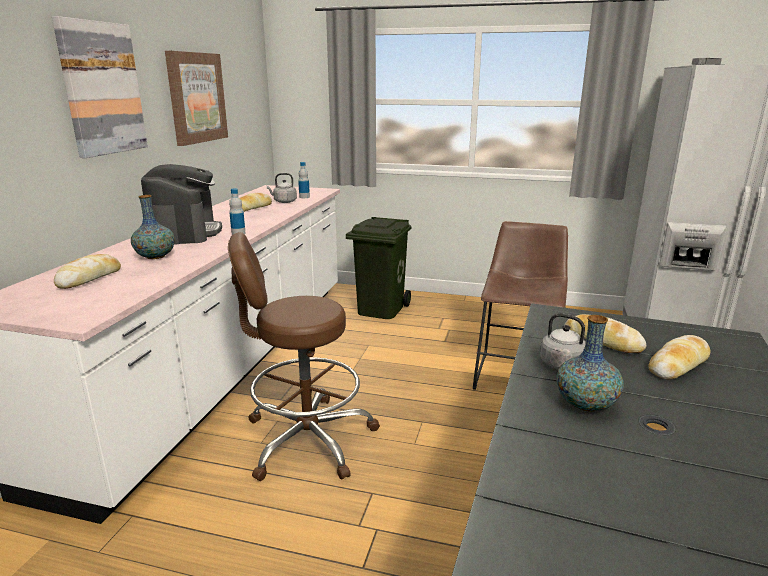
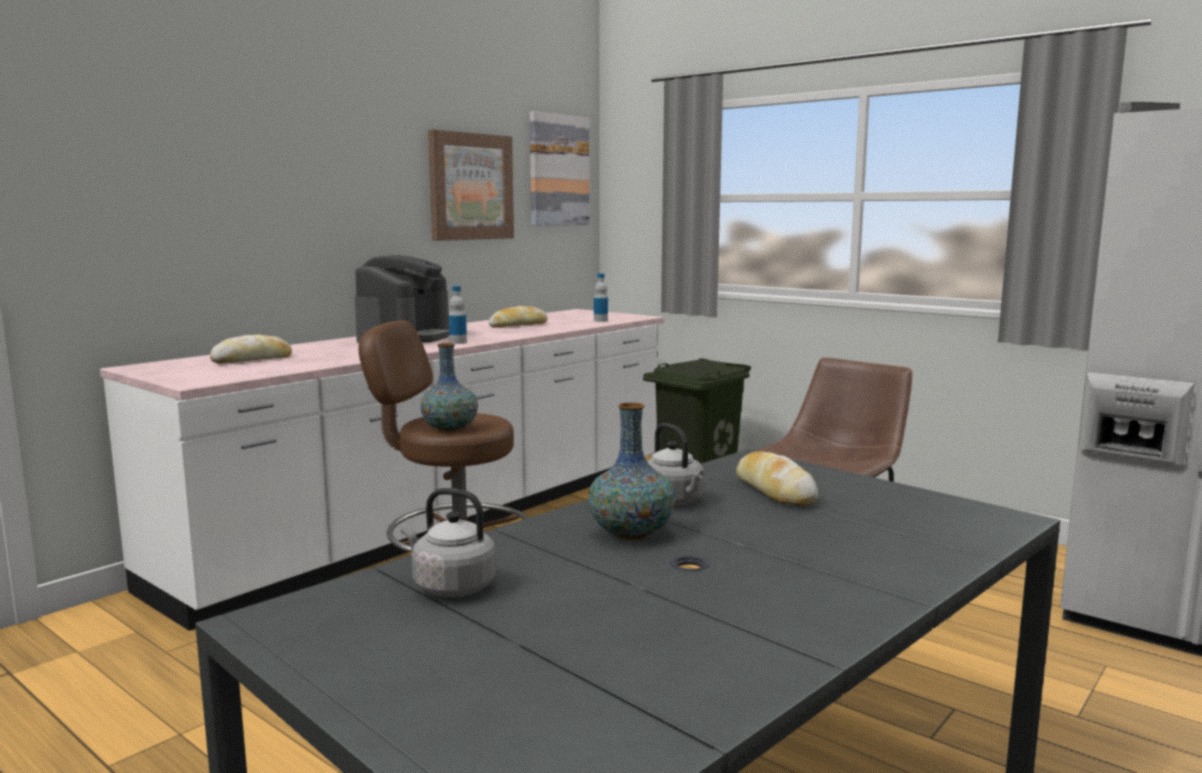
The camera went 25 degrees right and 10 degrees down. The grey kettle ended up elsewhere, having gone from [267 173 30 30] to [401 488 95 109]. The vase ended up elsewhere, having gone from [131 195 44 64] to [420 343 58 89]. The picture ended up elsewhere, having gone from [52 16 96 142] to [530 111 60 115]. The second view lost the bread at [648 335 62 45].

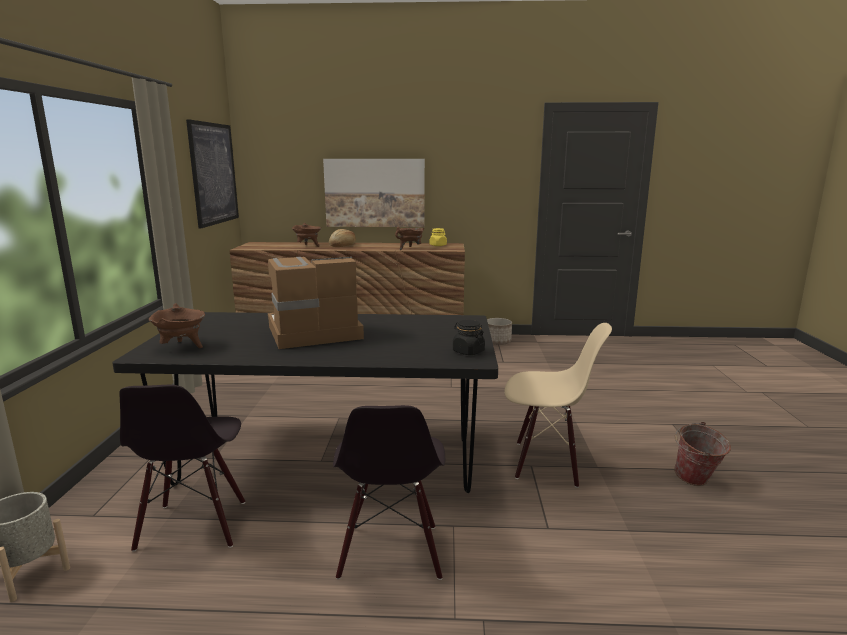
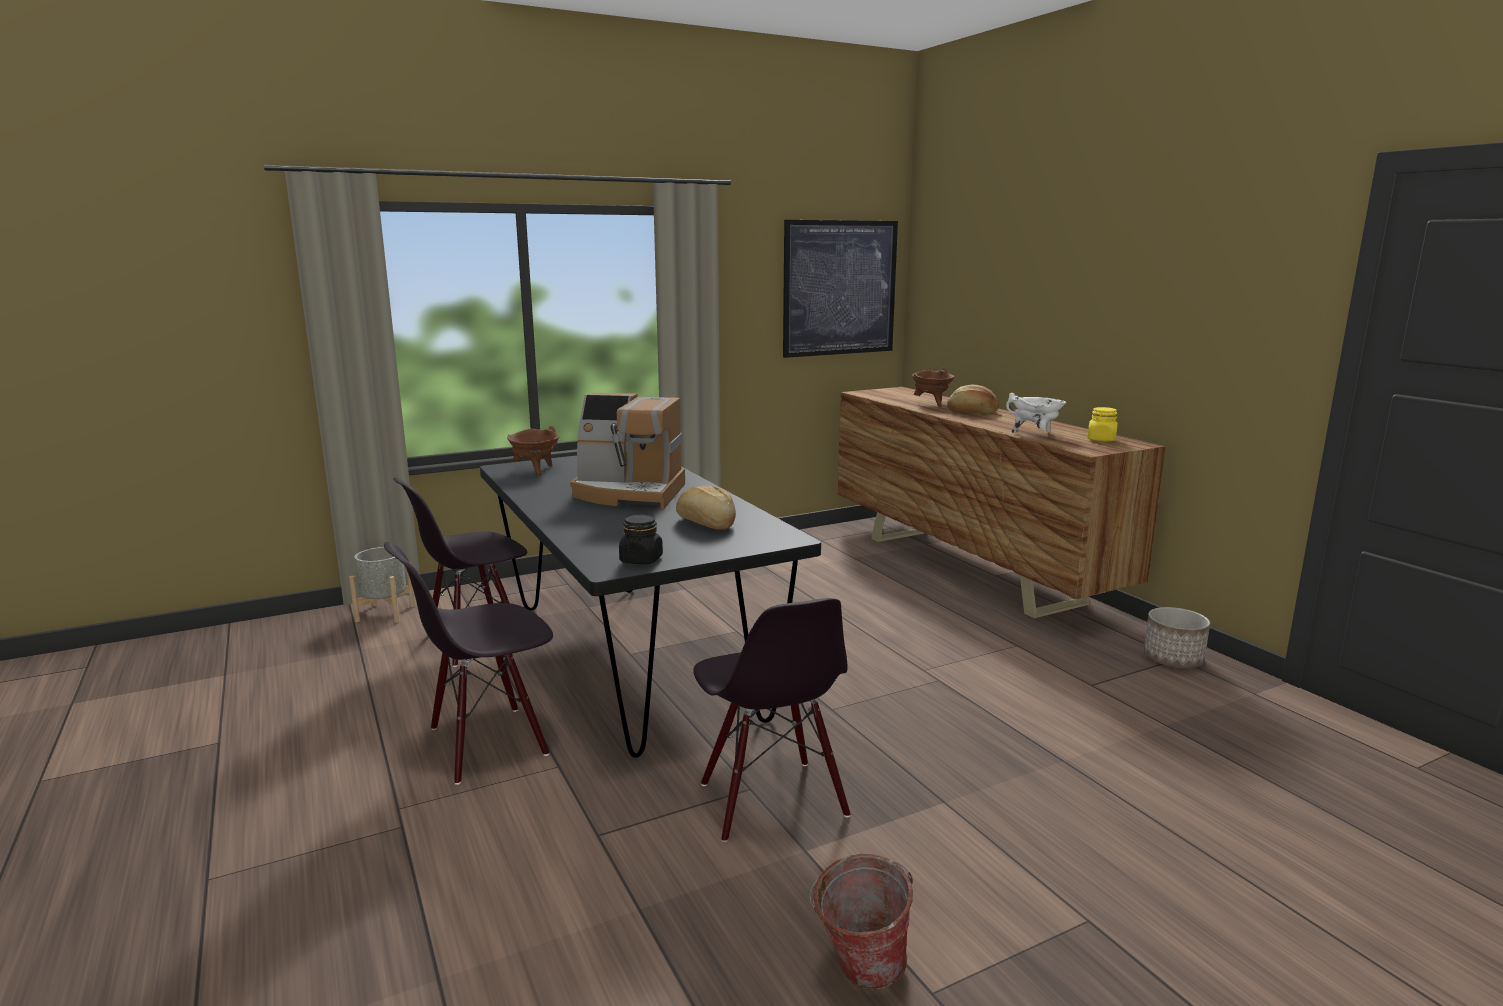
The camera went 60 degrees right and 0 degrees up. The coffee brewer at [268 257 96 92] ended up facing another way, 150 degrees clockwise from before. The second view gained the bread at [676 486 60 44]. What was the beige chair at [505 323 107 165] turned into the black chair at [693 598 158 244]. What was the brown cooking pot at [395 227 29 23] turned into the white cooking pot at [1006 393 61 40]. The second view lost the picture at [323 159 102 68].

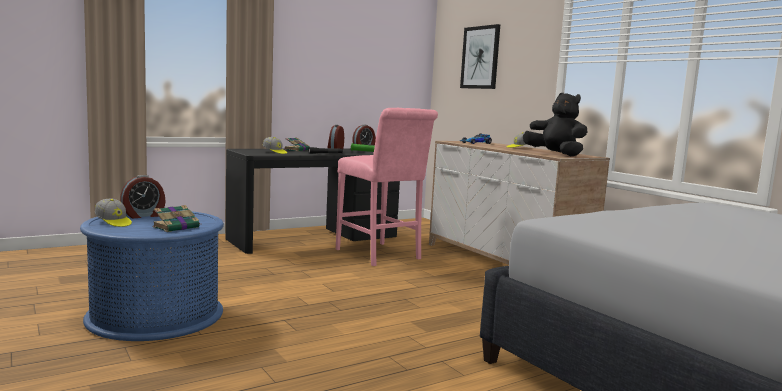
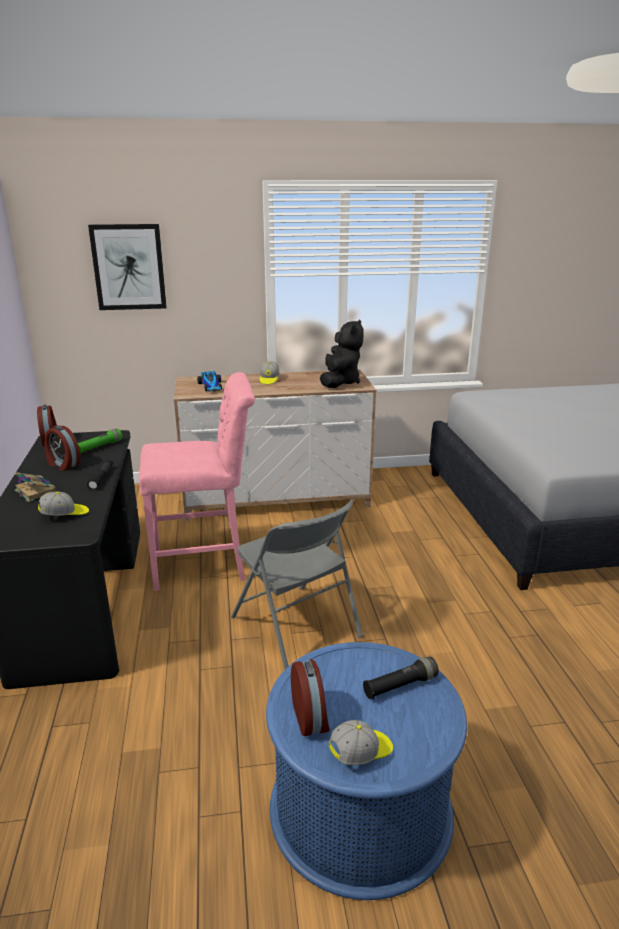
The camera went 65 degrees left and 15 degrees up. The second view gained the grey chair at [231 500 132 170]. The black plush toy at [523 93 65 63] ended up facing another way, 120 degrees clockwise from before. Where the book stood at [153 205 47 27], the black hand torch came to stand at [363 657 76 42].

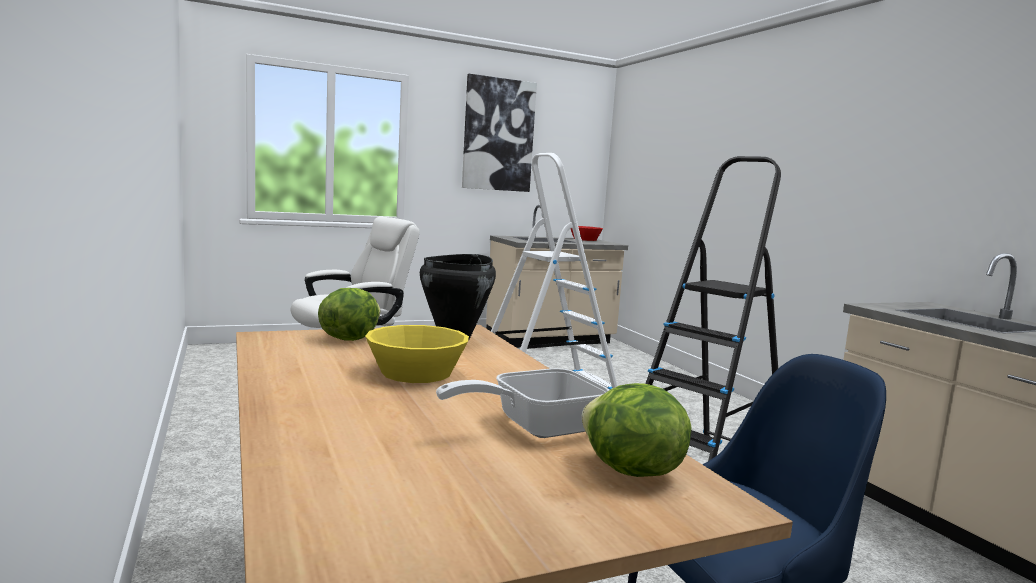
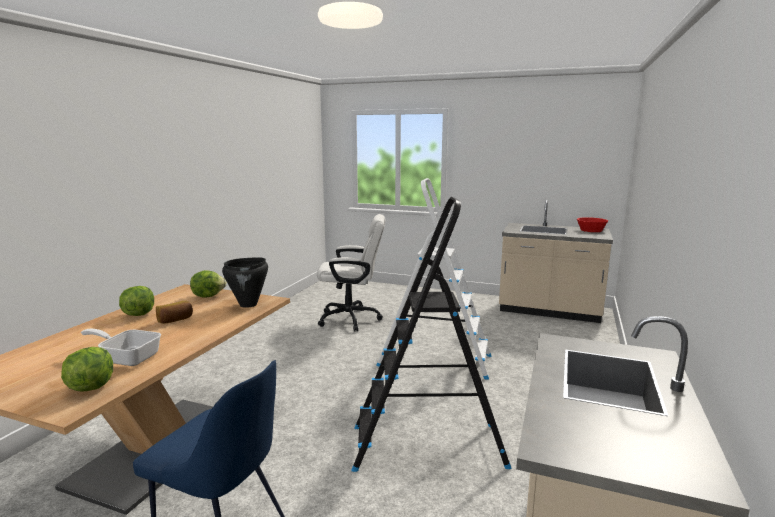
The camera went 45 degrees right and 5 degrees up. The second view gained the head of lettuce at [119 286 35 30]. Where the yellowish deep dish stood at [365 325 104 58], the bread came to stand at [156 301 37 22]. The second view lost the picture at [462 74 75 118].

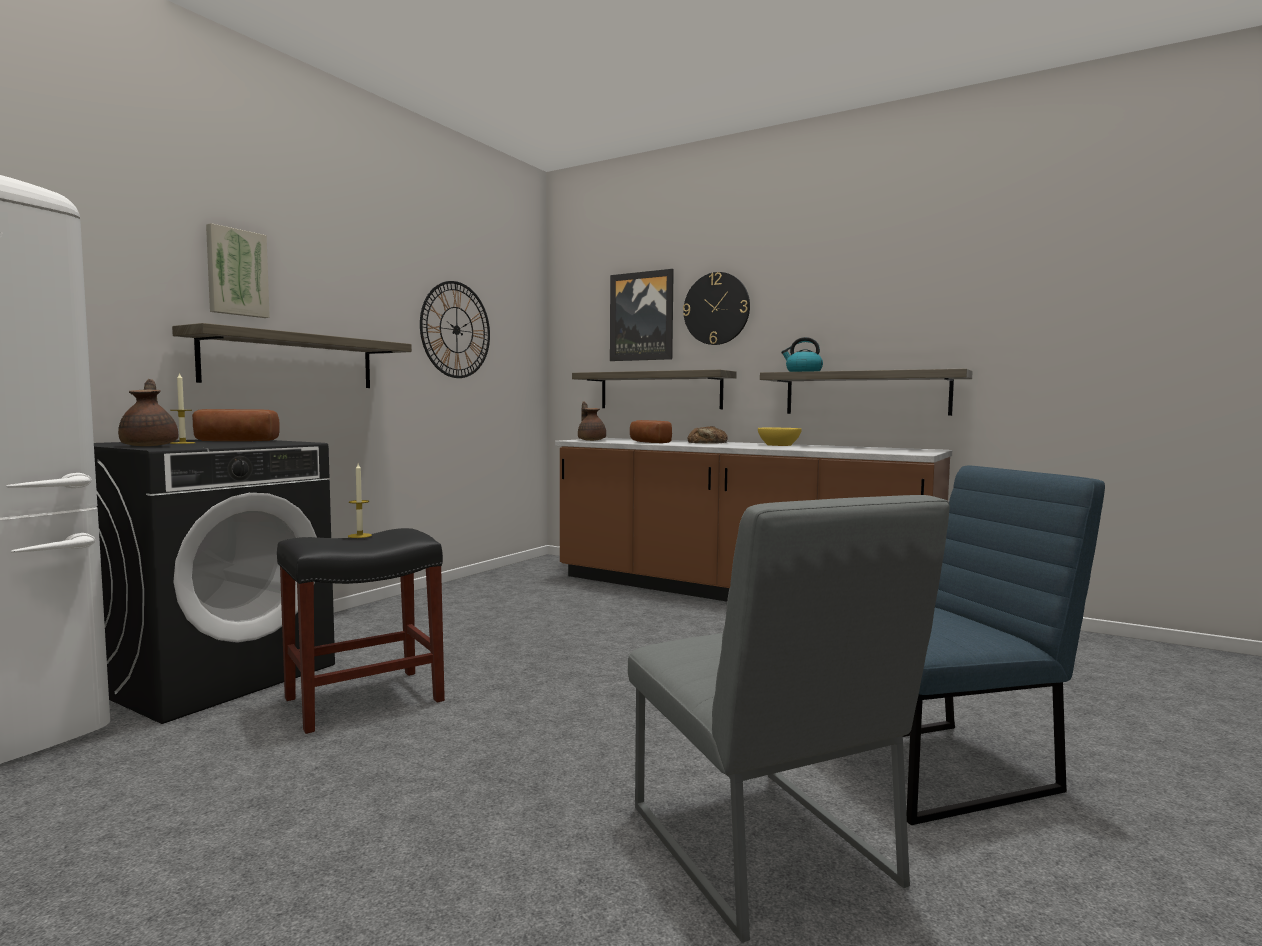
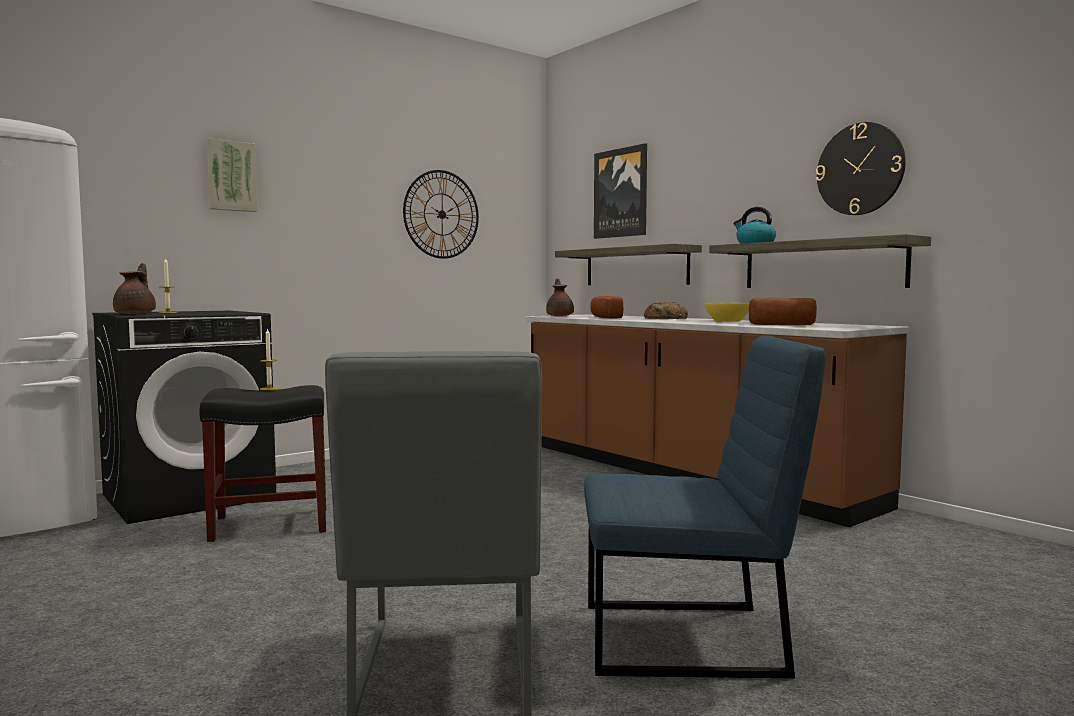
The camera went 20 degrees right and 0 degrees up. The bread ended up elsewhere, having gone from [192 409 88 32] to [749 298 68 27]. The clock on the wall ended up elsewhere, having gone from [683 272 67 73] to [816 122 90 93]. The second view lost the wall shelf at [172 323 240 65].

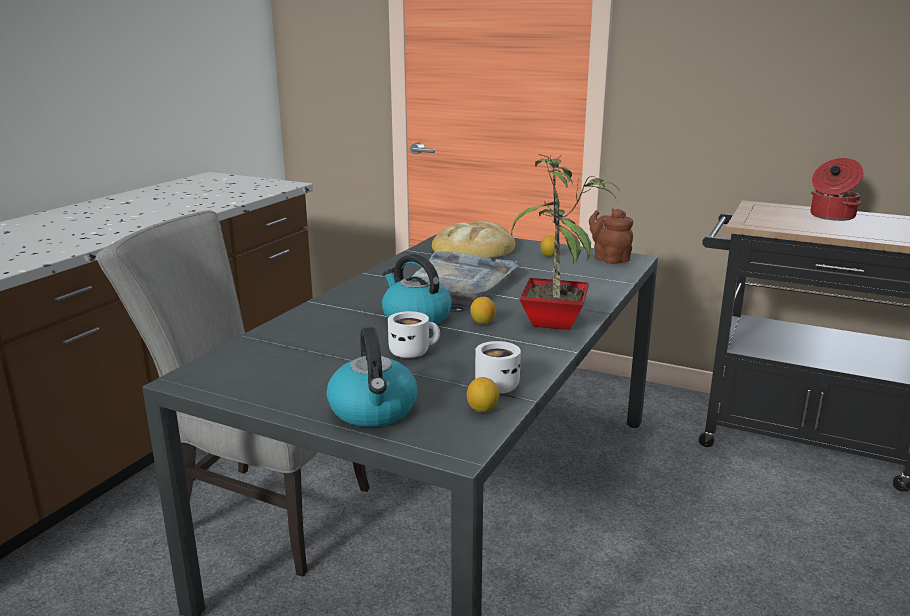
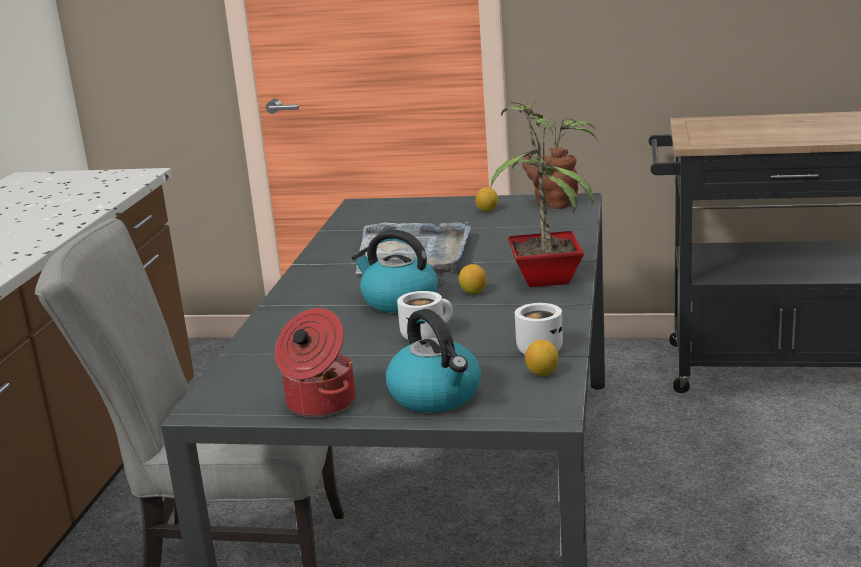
The camera went 15 degrees left and 0 degrees up. The cooking pot ended up elsewhere, having gone from [810 158 53 63] to [275 308 80 109]. The second view lost the bread at [432 221 83 37].

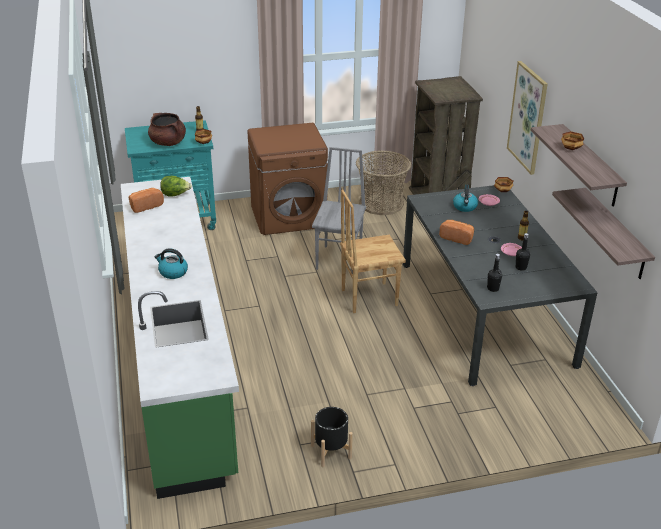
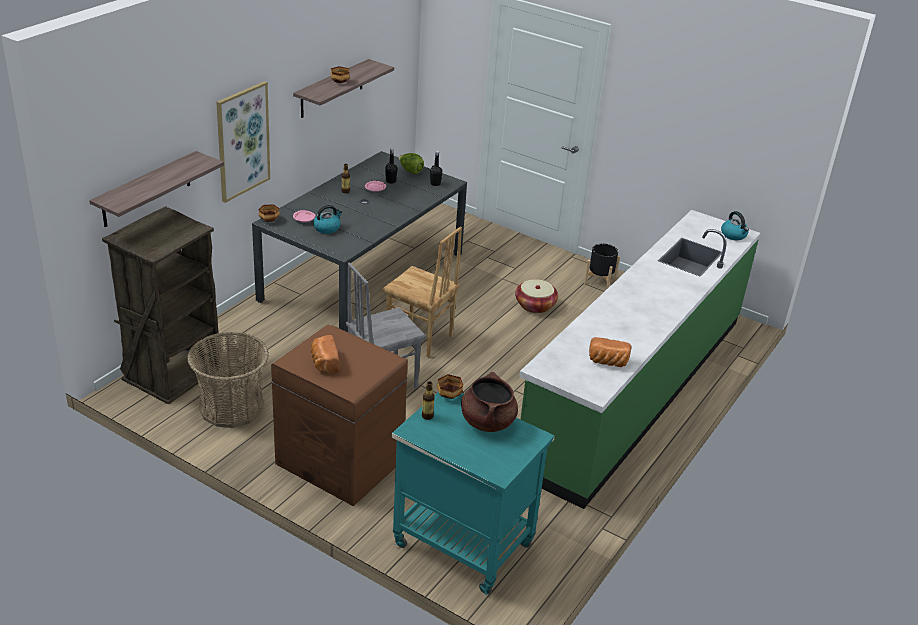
The camera went 135 degrees left and 0 degrees up. The wall shelf ended up elsewhere, having gone from [552 188 103 91] to [89 151 135 76]. The bread ended up elsewhere, having gone from [439 220 35 25] to [311 335 28 38]. The head of lettuce ended up elsewhere, having gone from [160 176 32 21] to [399 153 25 21]. The second view gained the household basket at [515 279 43 34]. The kettle ended up elsewhere, having gone from [154 248 34 31] to [721 211 28 29].

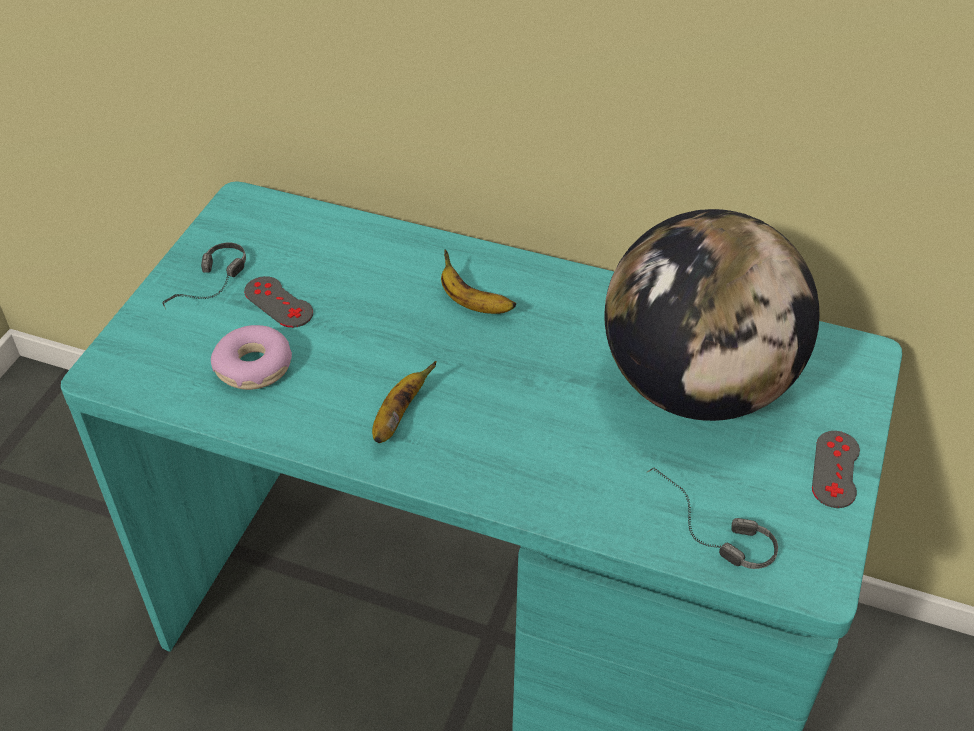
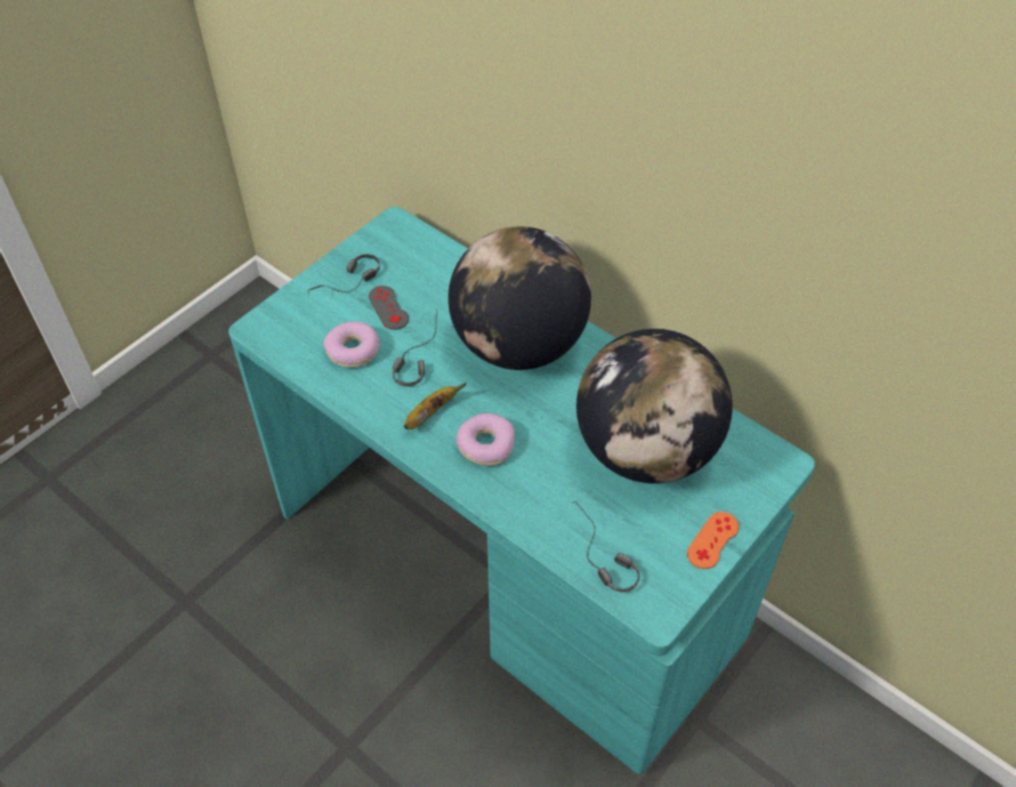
The camera went 20 degrees right and 5 degrees up. The second view gained the pair of headphones at [392 309 46 78]. Where the banana stood at [441 250 75 64], the globe came to stand at [448 226 143 144]. The second view gained the doughnut at [456 413 59 53]. What was the grey gamepad at [812 431 48 77] turned into the orangey gamepad at [687 512 52 57].

